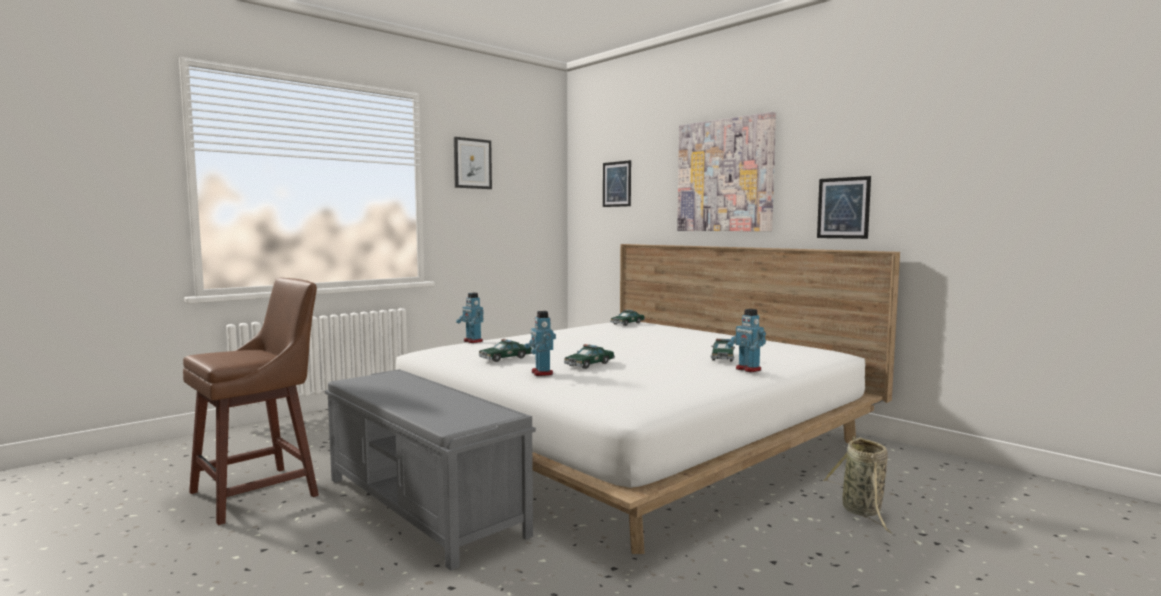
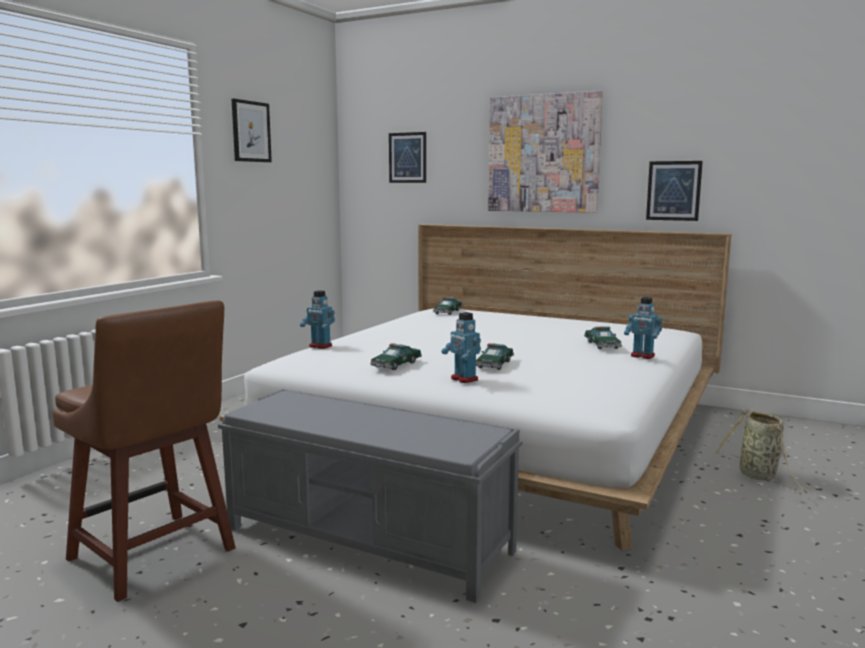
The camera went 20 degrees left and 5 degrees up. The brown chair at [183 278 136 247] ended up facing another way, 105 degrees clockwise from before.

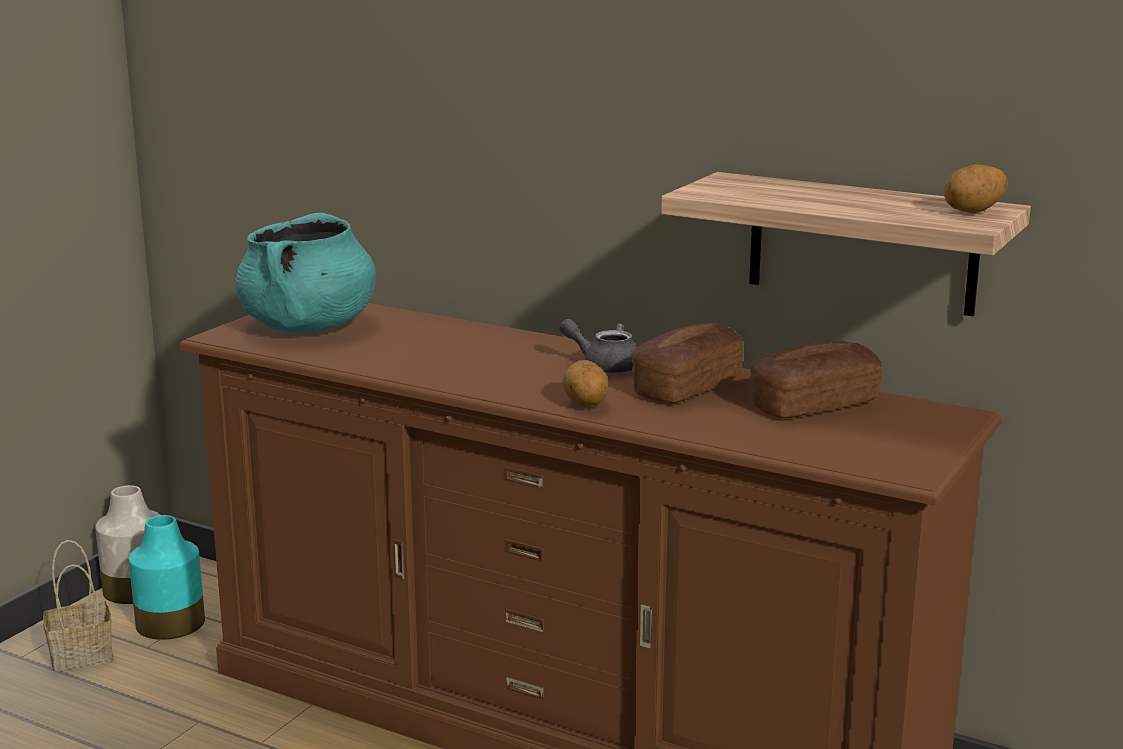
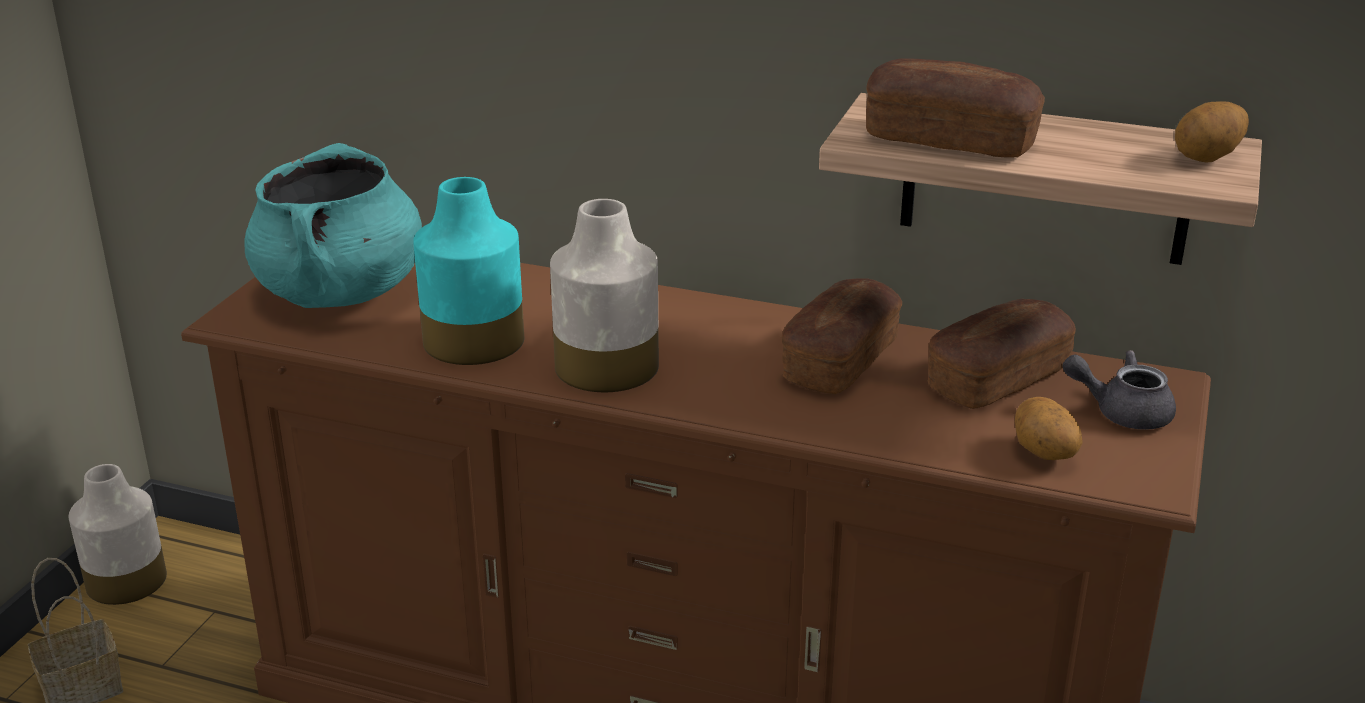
The camera went 10 degrees left and 10 degrees up. The turquoise vase ended up elsewhere, having gone from [129 515 76 125] to [413 177 111 188]. The second view gained the beige vase at [550 199 109 193]. The second view gained the bread at [866 58 179 100]. The spud ended up elsewhere, having gone from [562 360 46 47] to [1015 397 68 63]. The grey pot for tea ended up elsewhere, having gone from [559 319 78 54] to [1062 350 114 80].

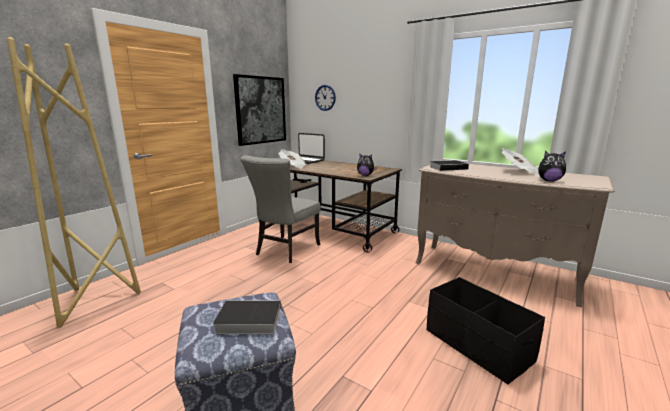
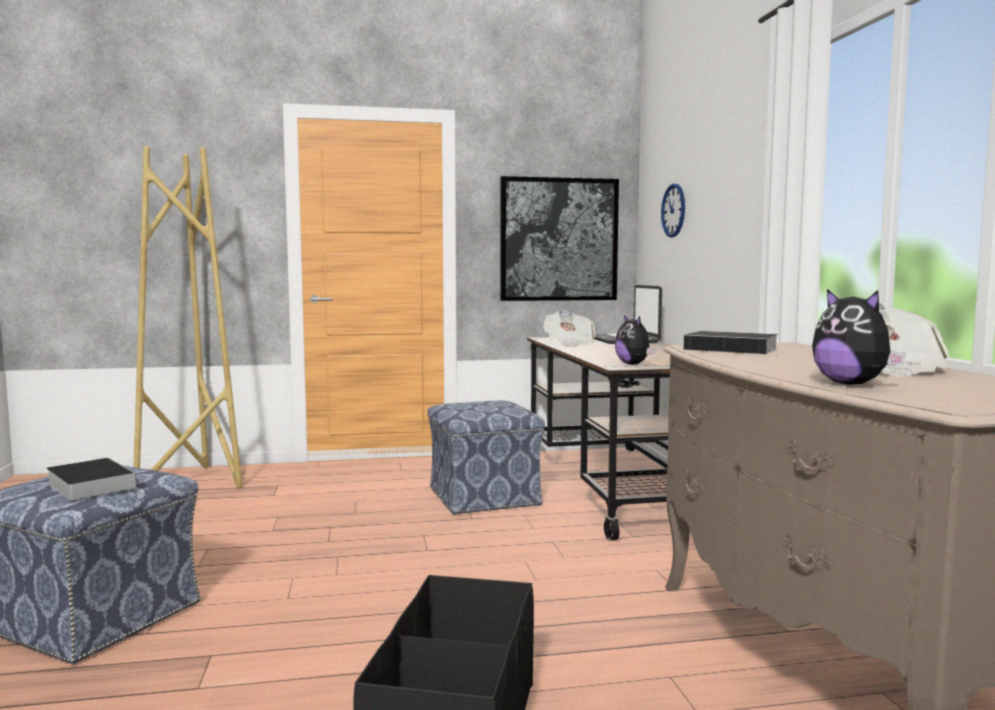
The camera went 45 degrees right and 10 degrees down. Where the grey chair stood at [240 155 81 108], the ottoman came to stand at [427 401 118 114].

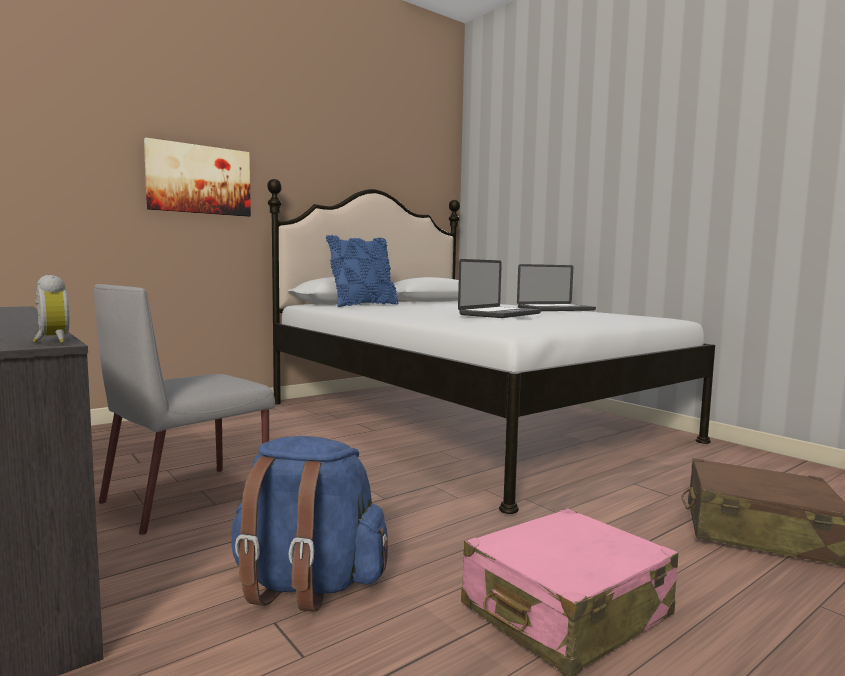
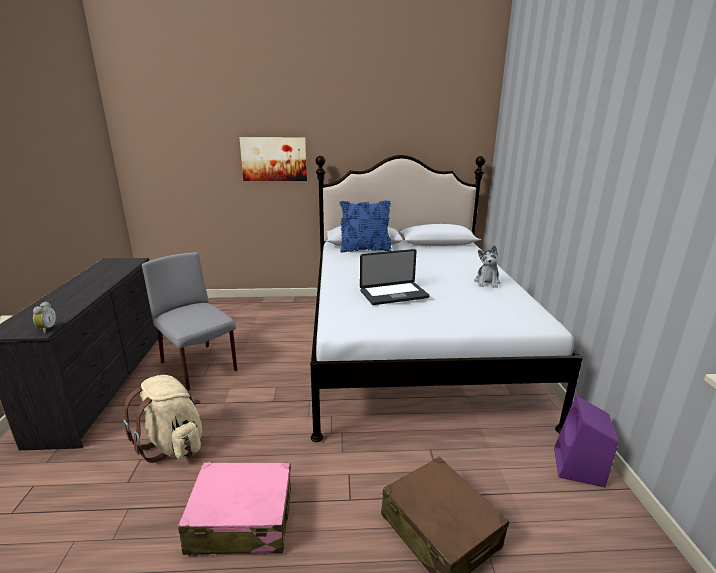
The camera went 35 degrees right and 15 degrees up. What was the blue knapsack at [232 436 156 176] turned into the beige knapsack at [123 375 79 88]. The grey chair at [94 284 181 252] ended up facing another way, 60 degrees clockwise from before. Where the portable computer stood at [517 264 79 47], the plush toy came to stand at [474 246 26 42]. The second view gained the purple-coloured audio speaker at [554 395 65 93].

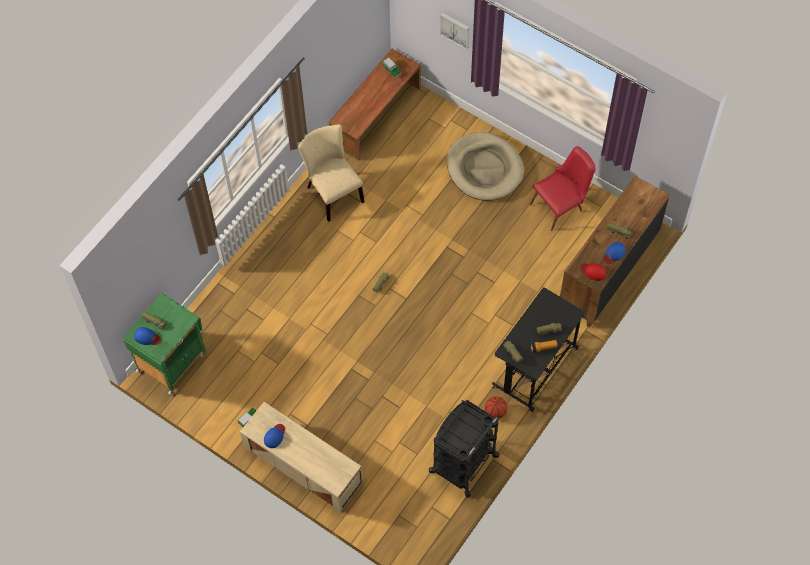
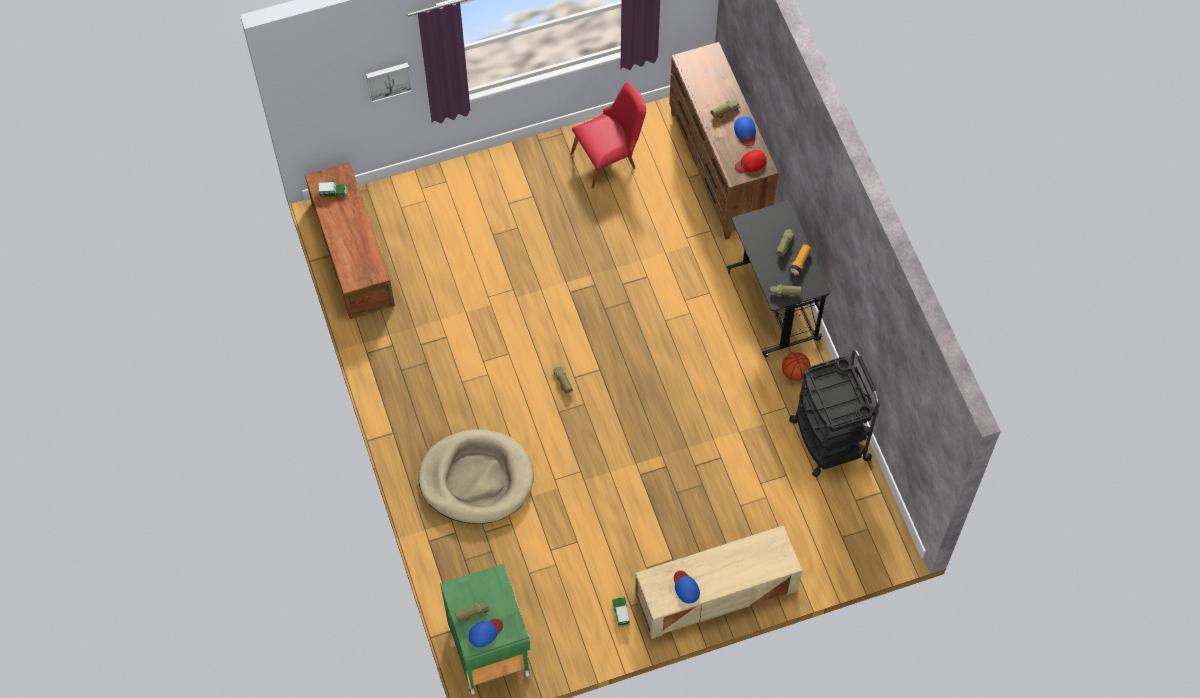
The camera went 55 degrees left and 0 degrees up. The beige pet bed ended up elsewhere, having gone from [447 132 77 69] to [419 430 115 94]. The red-coloured chair at [530 146 66 85] ended up facing another way, 60 degrees clockwise from before. The second view lost the beige chair at [298 124 66 98].

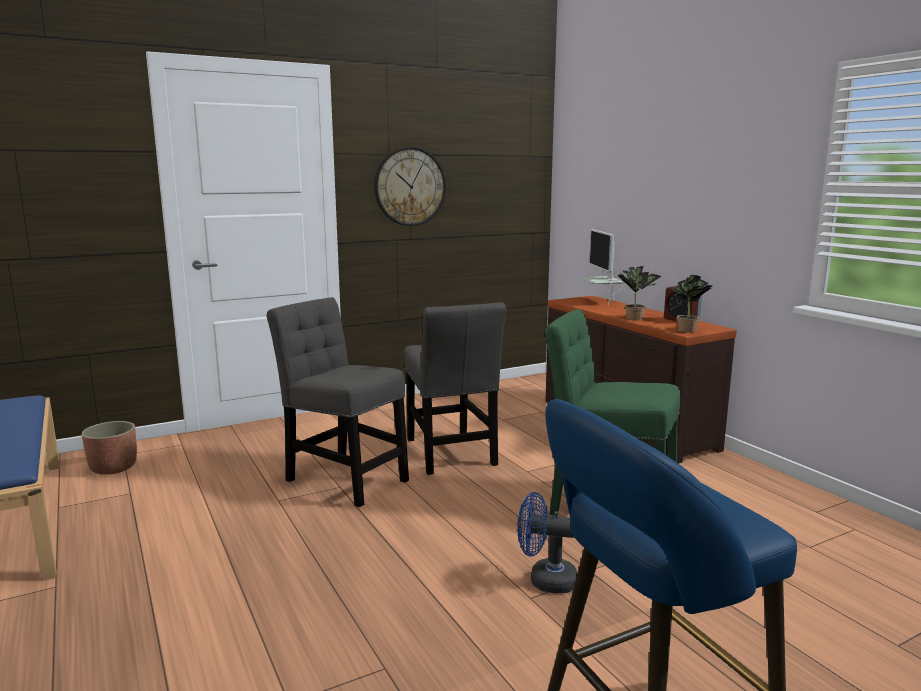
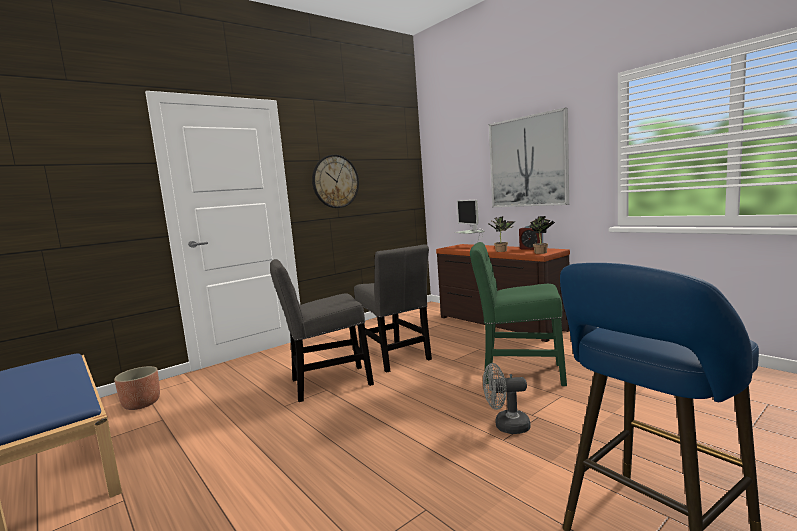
The camera went 10 degrees left and 5 degrees down. The grey chair at [267 297 142 210] ended up facing another way, 45 degrees counterclockwise from before. What was the blue cooling fan at [517 492 61 101] turned into the grey cooling fan at [483 363 47 71]. The second view gained the picture at [489 108 80 99].

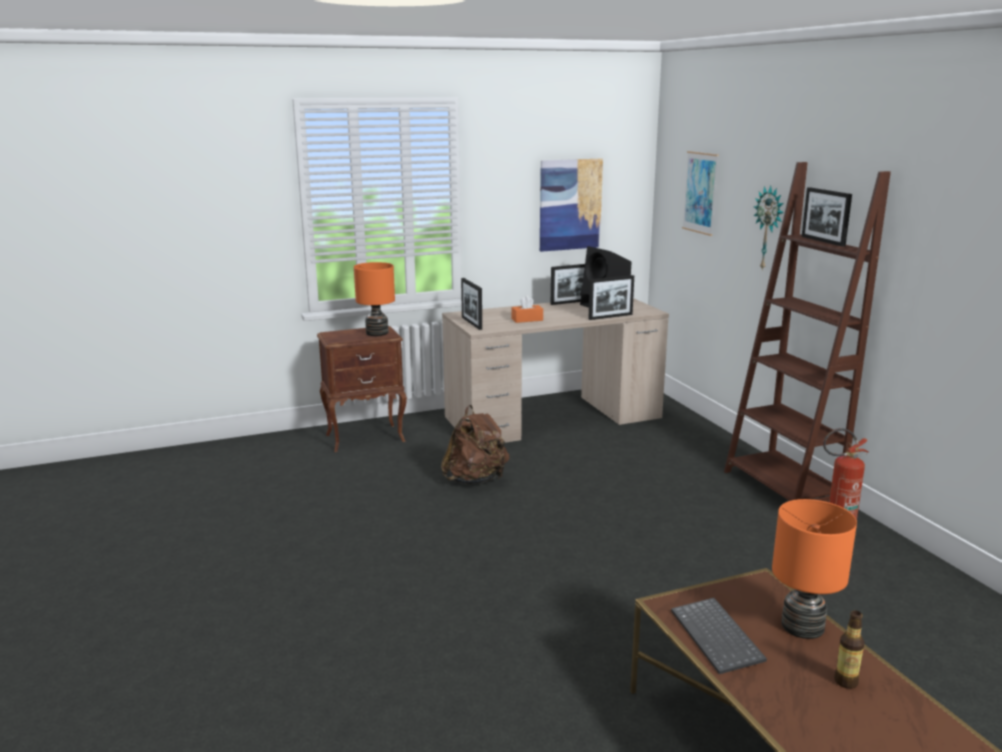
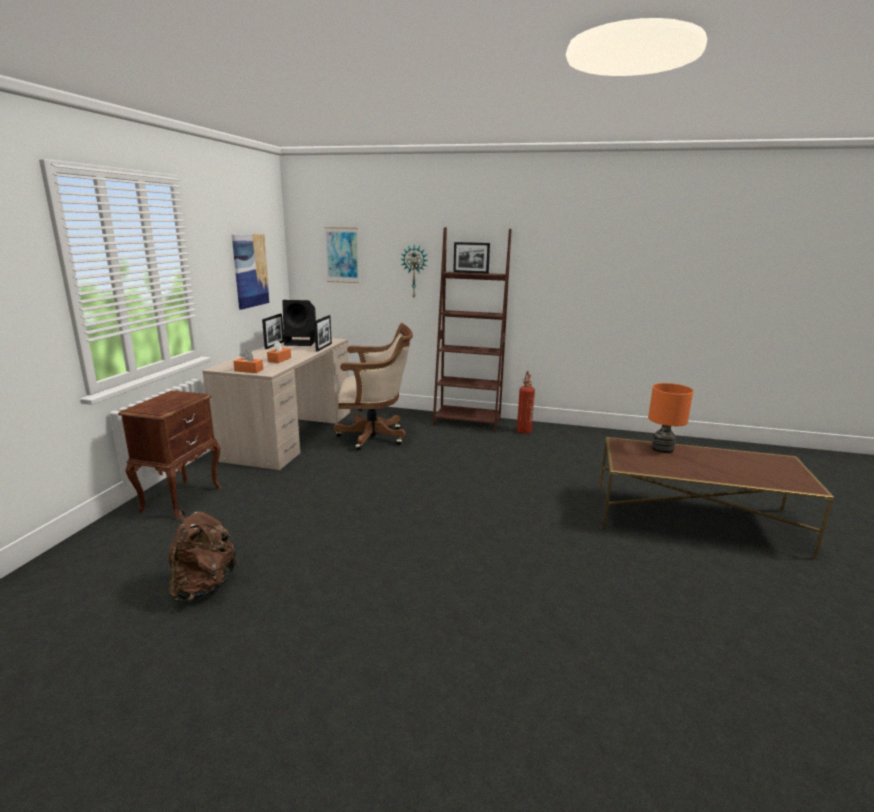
The camera went 55 degrees left and 0 degrees up. The brown knapsack ended up elsewhere, having gone from [441 405 69 80] to [169 510 69 92]. Where the standing frame stood at [461 278 21 52], the orangey box of tissues came to stand at [233 350 30 23]. The second view gained the computer chair at [334 323 79 127]. The second view lost the orangey table lamp at [354 262 41 74]. The second view lost the computer keyboard at [671 598 96 76]. The second view lost the drink bottle at [834 611 30 78].

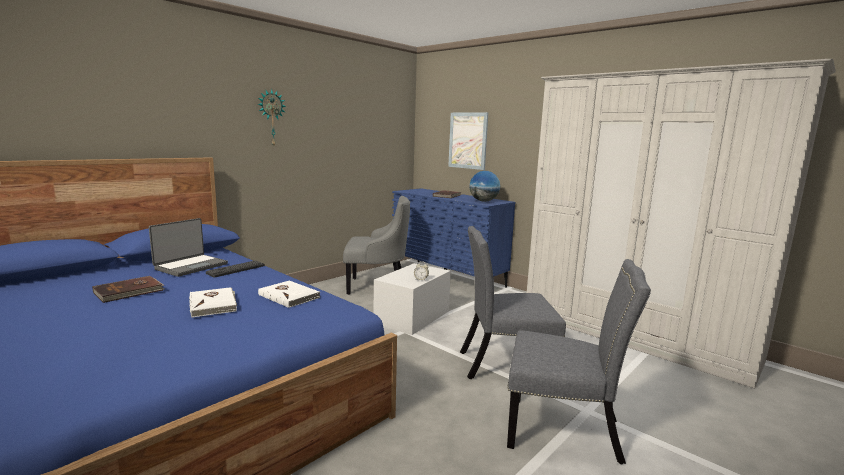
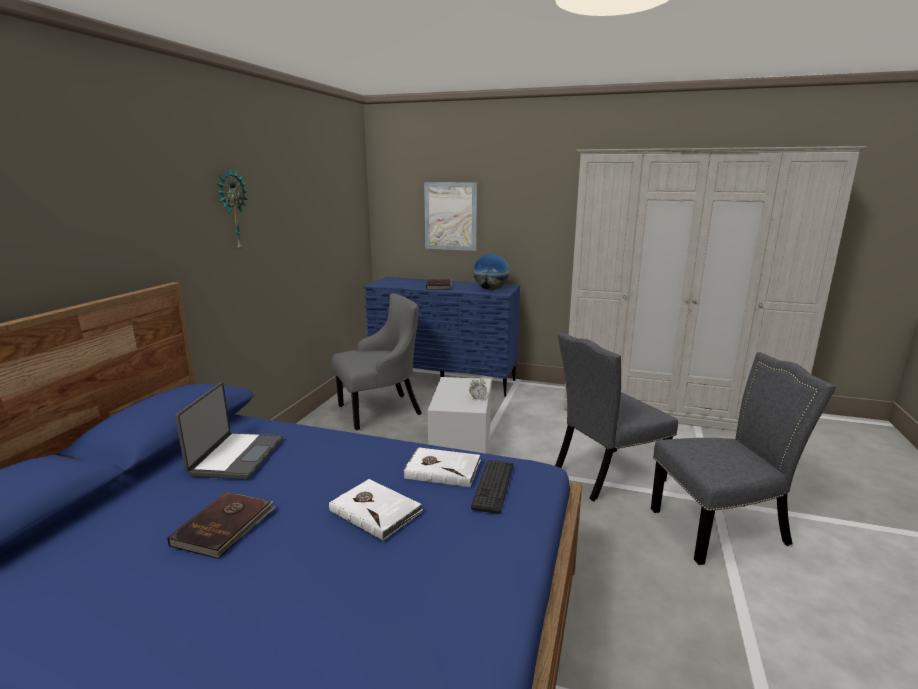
The camera went 25 degrees left and 5 degrees up. The computer keyboard ended up elsewhere, having gone from [206 260 59 18] to [471 460 42 54].

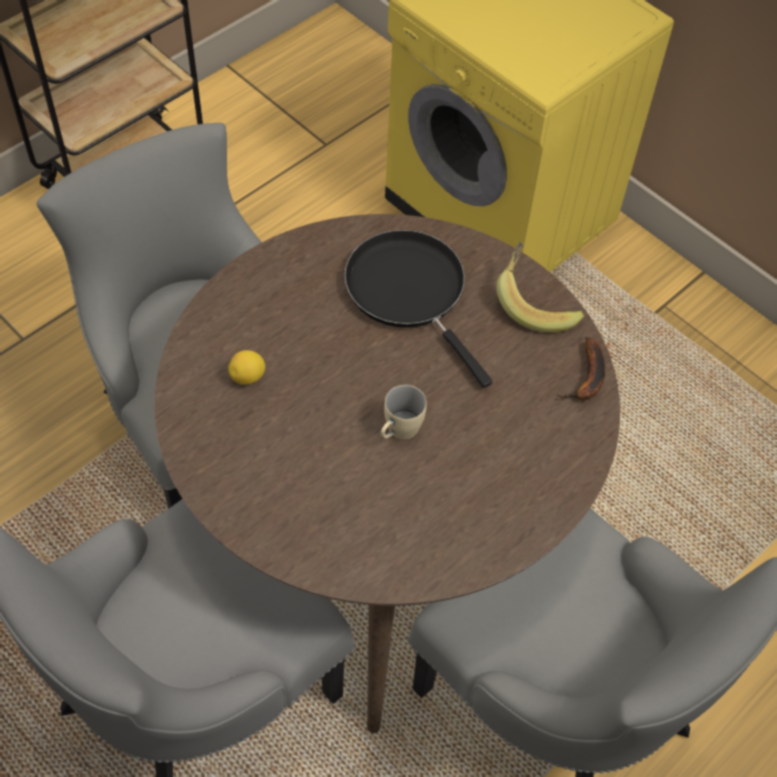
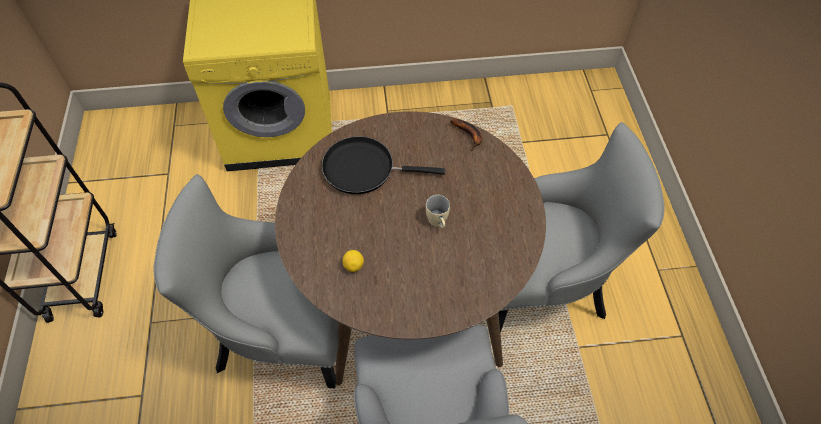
The camera went 50 degrees left and 0 degrees up. The second view lost the banana at [496 242 88 90].

